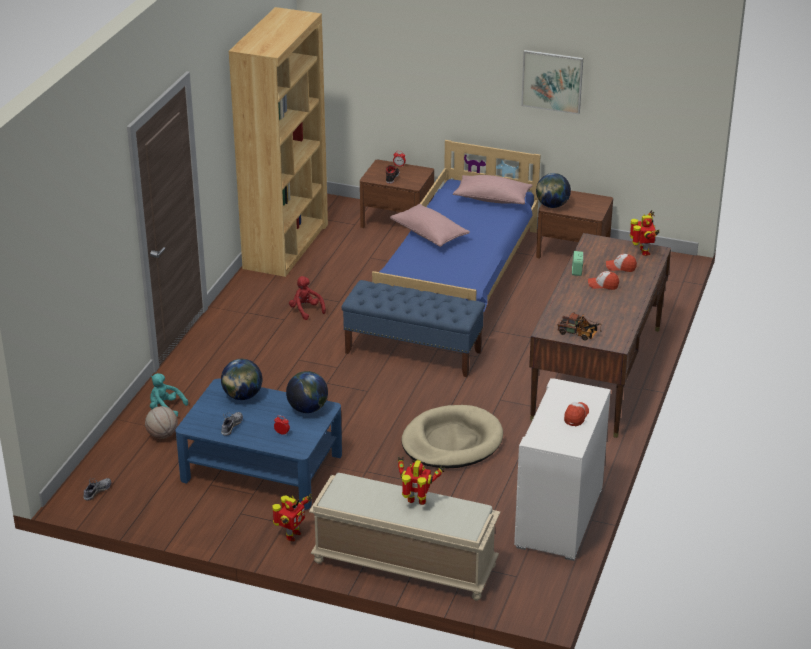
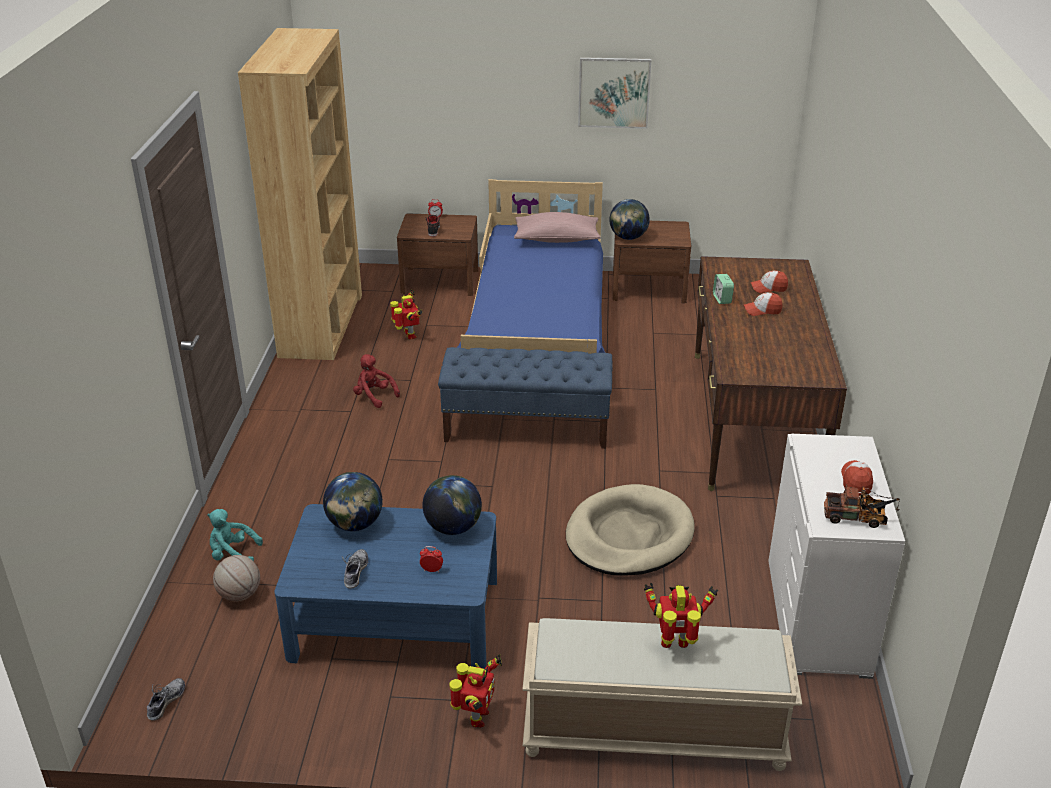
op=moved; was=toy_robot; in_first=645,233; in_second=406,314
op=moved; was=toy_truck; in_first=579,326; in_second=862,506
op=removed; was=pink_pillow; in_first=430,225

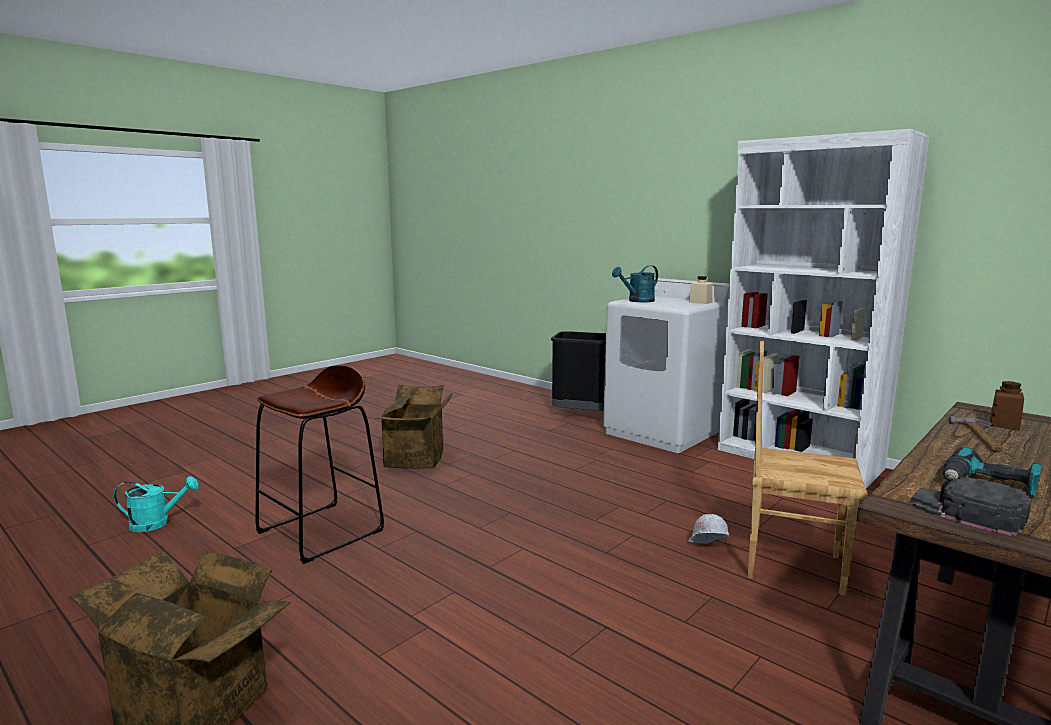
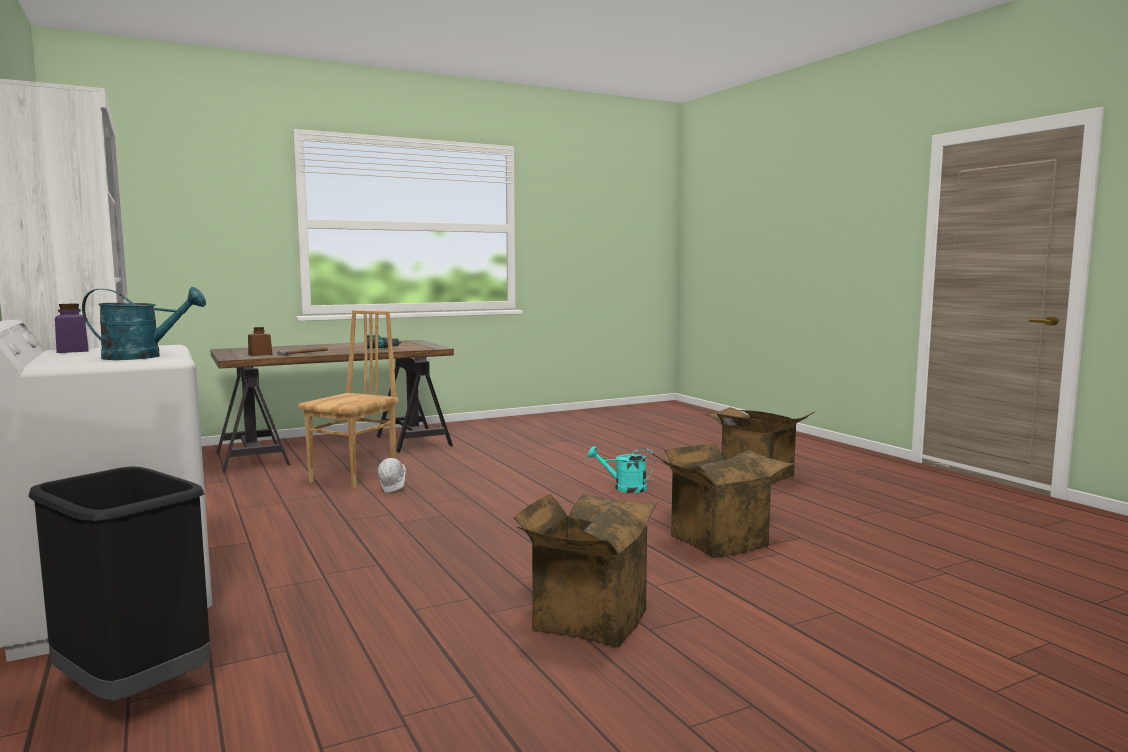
op=recoloured; was=beige_jar; now=purple_jar; in_first=701,290; in_second=72,328
op=turned; was=brown_chair; in_first=808,468; in_second=348,400; clockwise=-105
op=moved; was=turquoise_watering_can; in_first=156,504; in_second=621,469
op=replaced; was=brown_stool; now=cardboard_box; in_first=319,464; in_second=723,501
op=removed; was=black_cap; in_first=971,506

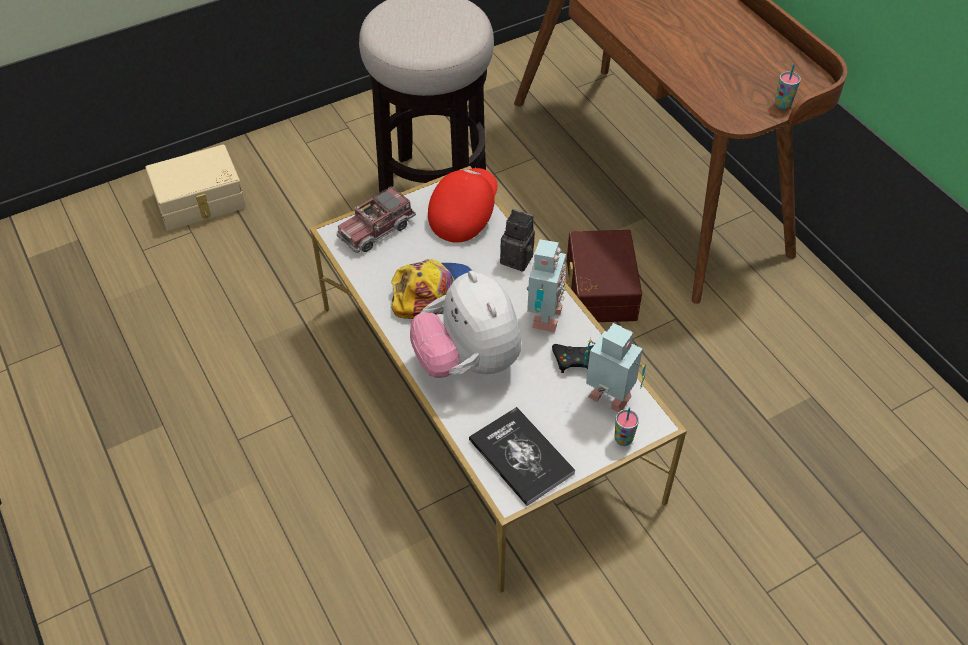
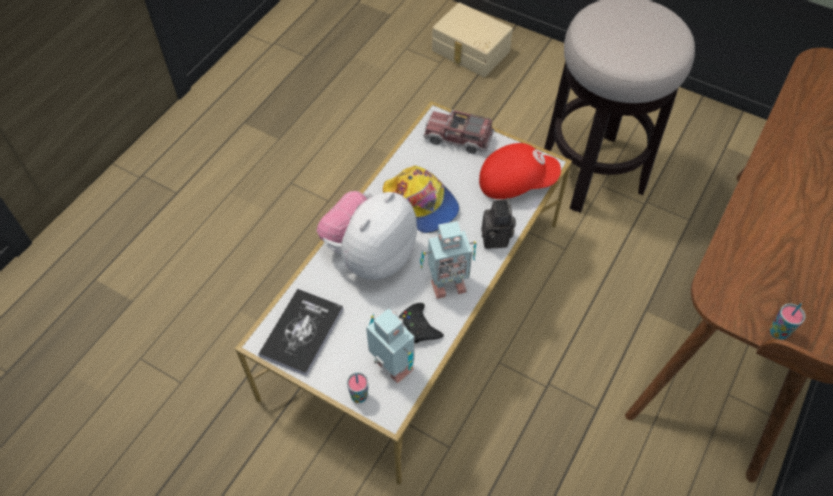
op=turned; was=toy_robot; in_first=614,367; in_second=390,345; clockwise=-45
op=removed; was=brown_storage_box; in_first=604,276

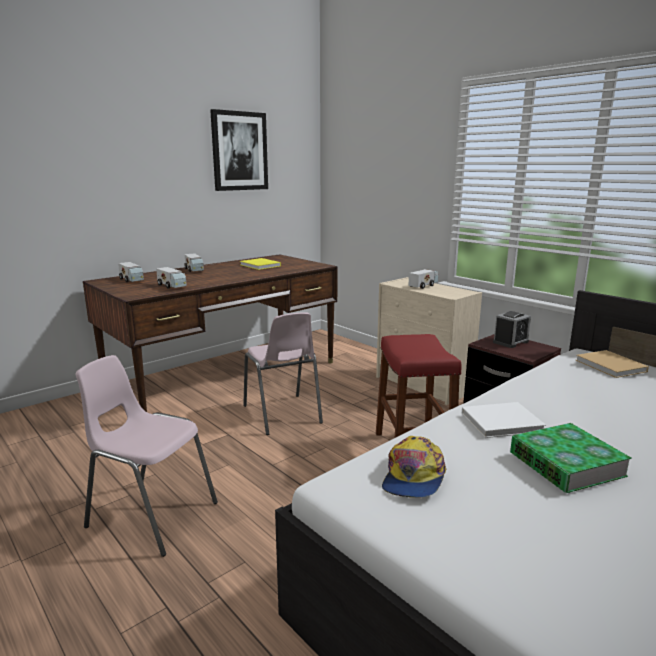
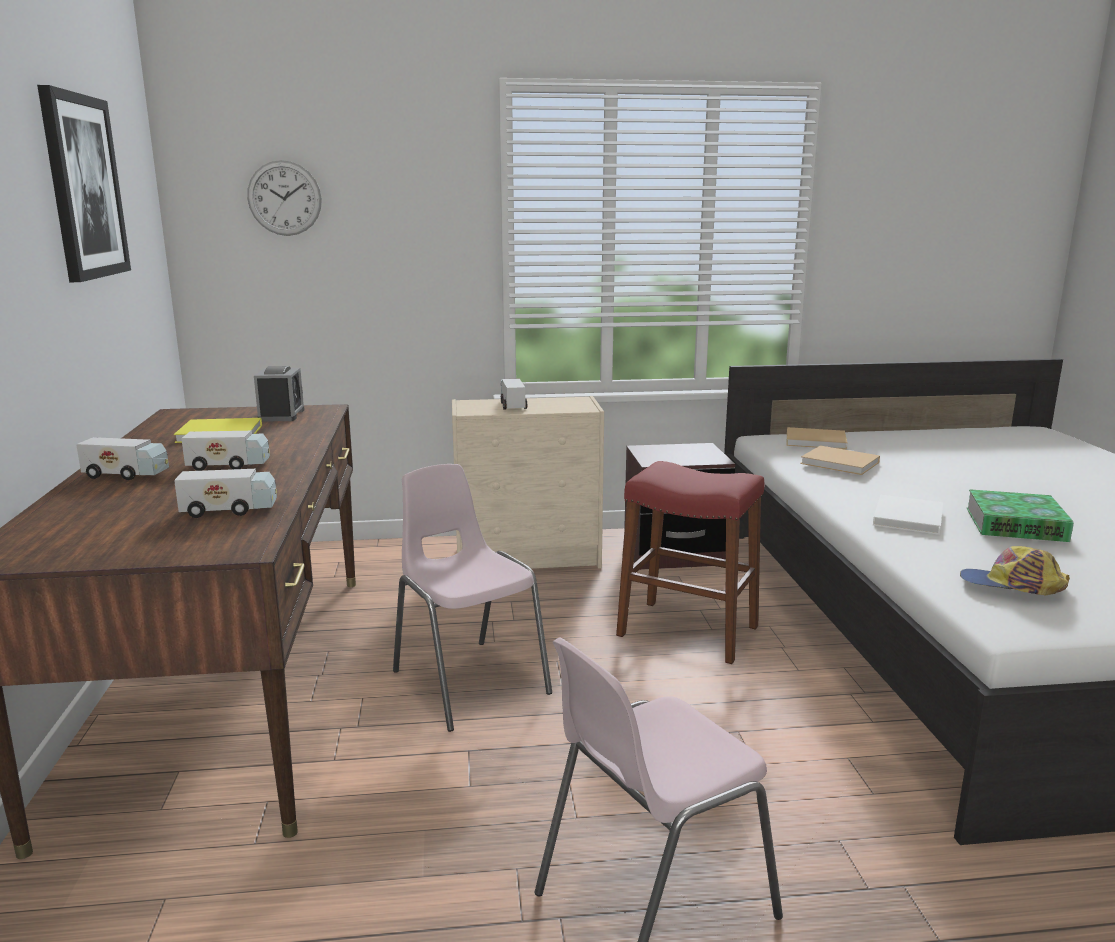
op=moved; was=toy_truck; in_first=131,272; in_second=225,451
op=added; now=wall_clock; in_second=284,198
op=moved; was=alarm_clock; in_first=512,329; in_second=279,393
op=turned; was=pink_chair; in_first=283,373; in_second=472,598; clockwise=-135
op=added; now=beige_book; in_second=840,460
op=turned; was=cap; in_first=414,467; in_second=1015,570; clockwise=150

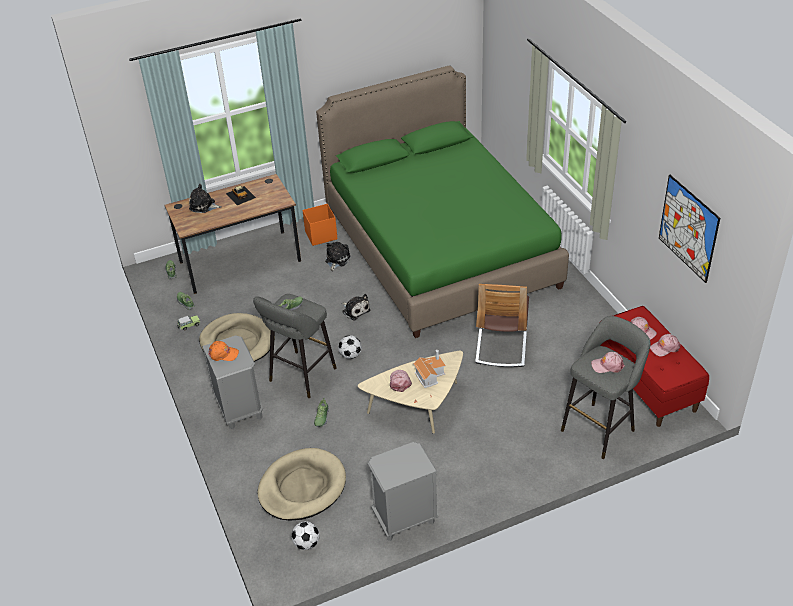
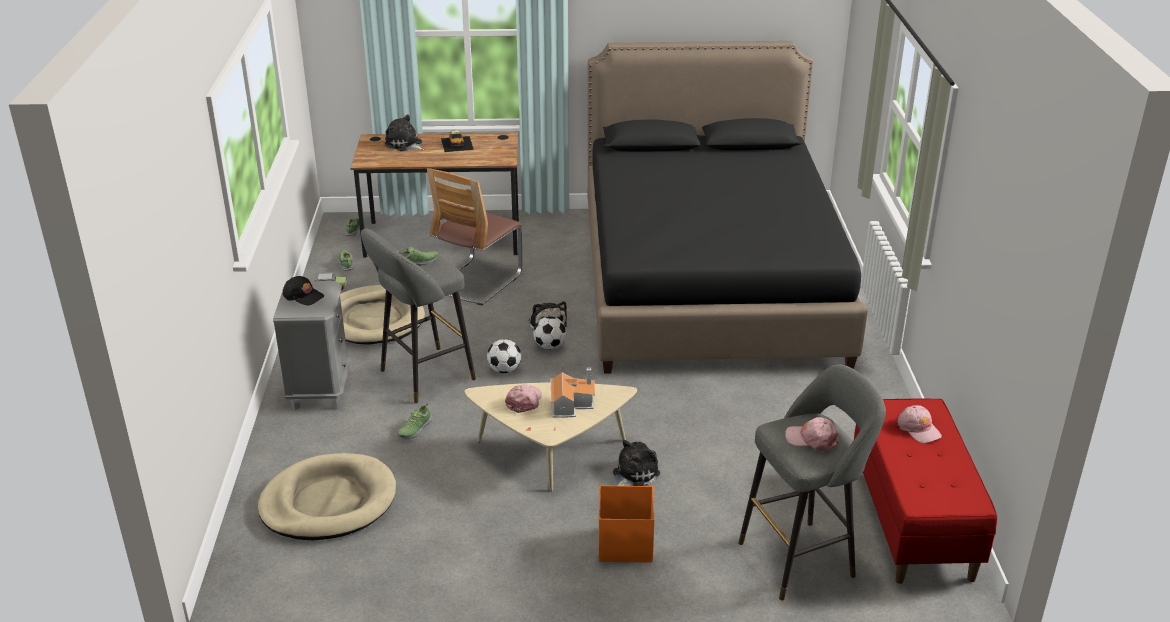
op=recoloured; was=orange_cap; now=black_cap; in_first=223,351; in_second=303,290
op=moved; was=chair; in_first=502,325; in_second=474,237
op=moved; was=football; in_first=305,535; in_second=549,333
op=recoloured; was=green_bed; now=black_bed; in_first=442,201; in_second=728,207
op=moved; was=orange_storage_box; in_first=319,225; in_second=626,524
op=moved; was=plush_toy; in_first=337,256; in_second=636,463
op=removed; was=grey_nightstand; in_first=403,491
op=removed; was=pink_cap; in_first=665,345
op=removed; was=picture; in_first=689,229

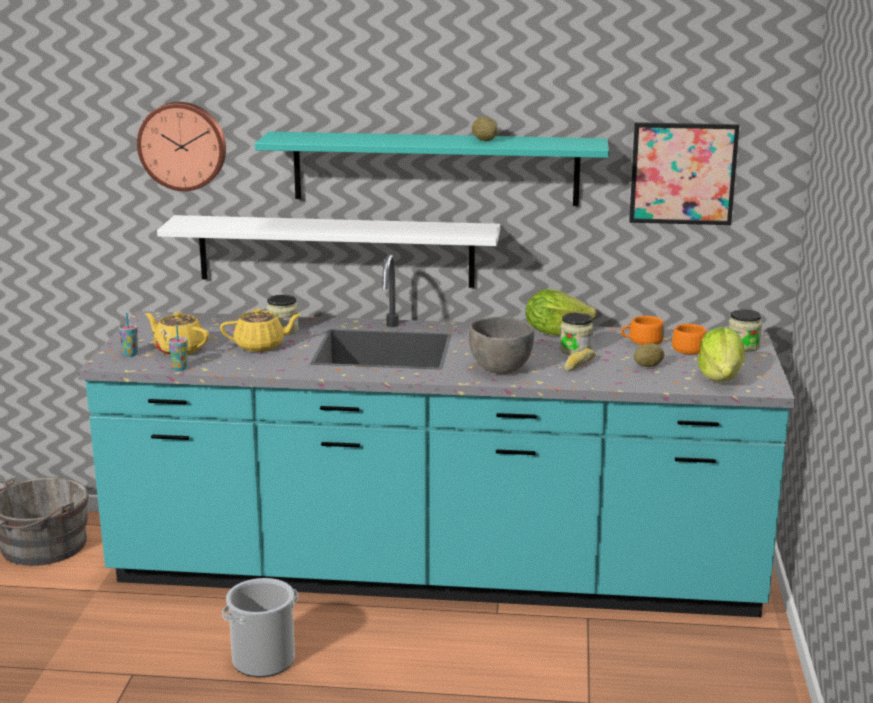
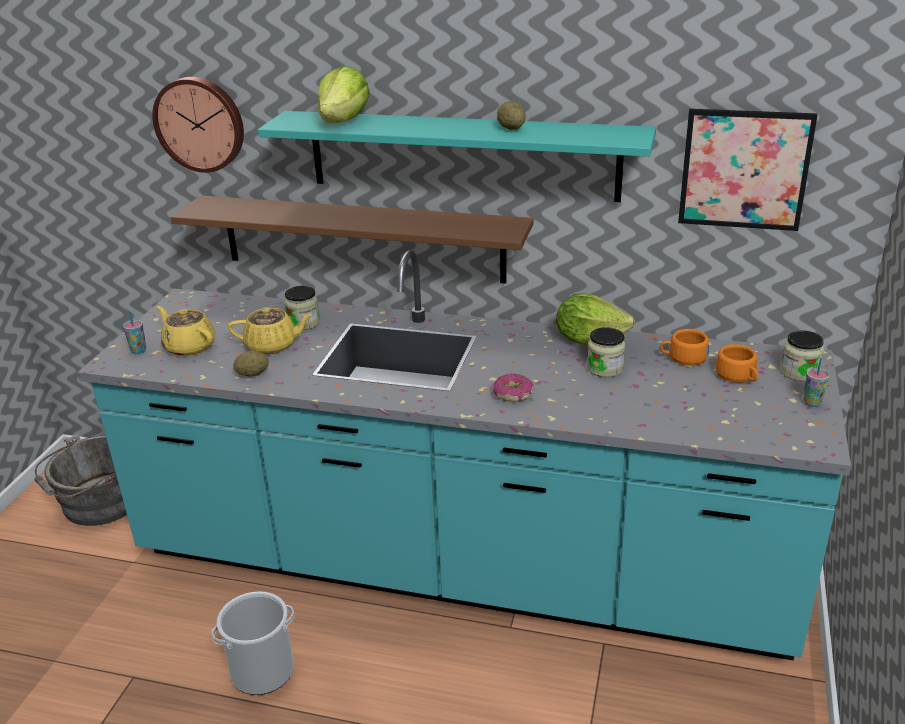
op=recoloured; was=white_shelf; now=brown_shelf; in_first=328,251; in_second=352,239
op=moved; was=potato; in_first=649,355; in_second=251,363
op=moved; was=lettuce; in_first=721,354; in_second=344,94
op=replaced; was=grey_bowl; now=donut; in_first=501,345; in_second=513,387
op=moved; was=cup; in_first=178,348; in_second=816,382
op=removed; was=bread; in_first=580,359

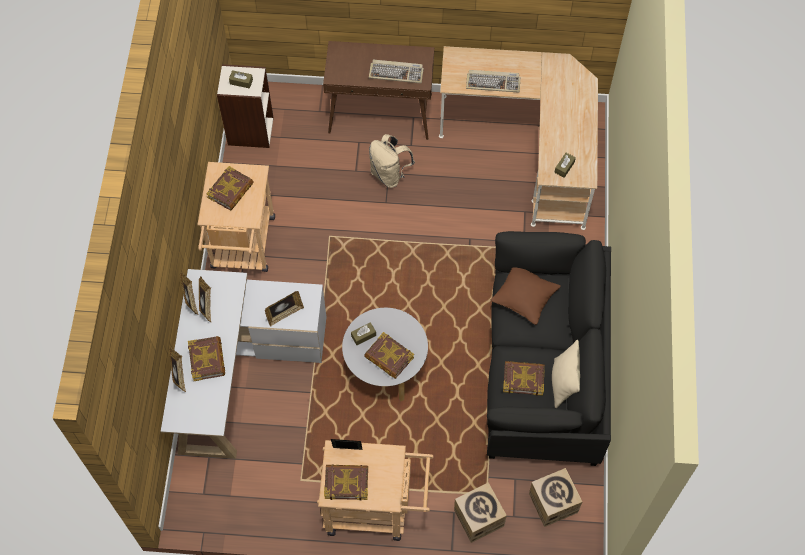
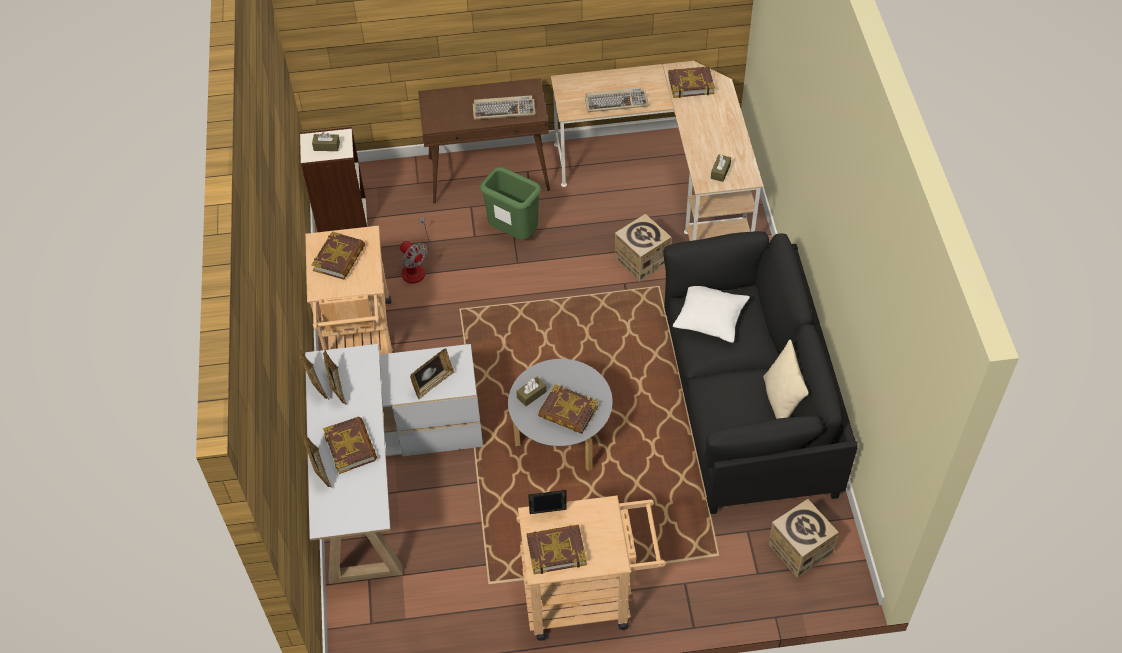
op=added; now=fan; in_second=415,250
op=replaced; was=beige_backpack; now=green_trash_can; in_first=392,161; in_second=510,203
op=moved; was=cardboard_box; in_first=480,512; in_second=643,248
op=moved; was=book; in_first=524,378; in_second=691,82
op=recoloured; was=brown_pillow; now=white_pillow; in_first=526,296; in_second=711,314

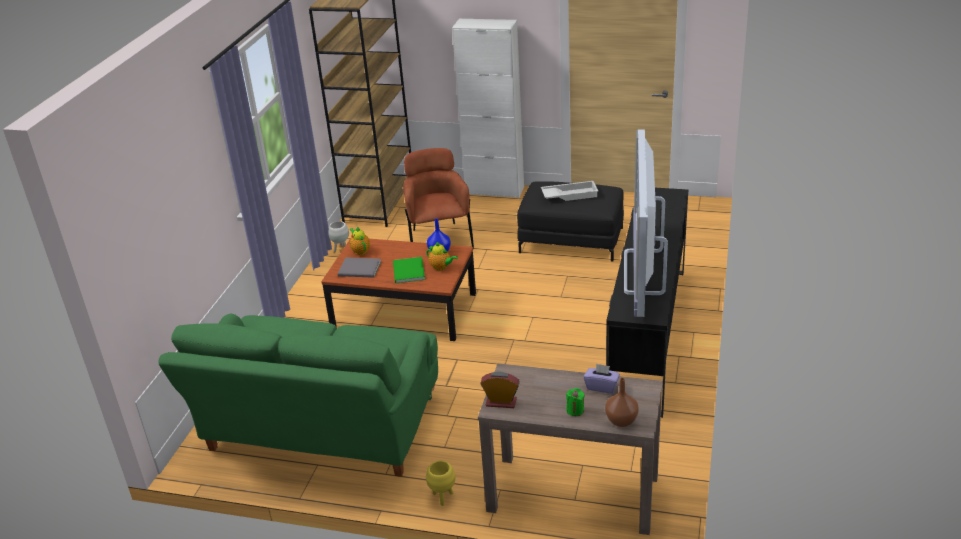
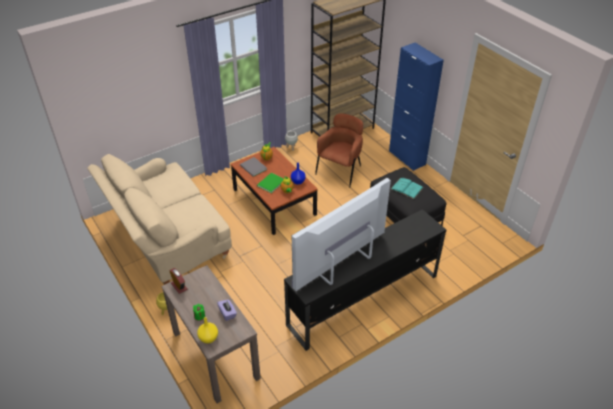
op=recoloured; was=green_sofa; now=beige_sofa; in_first=298,395; in_second=159,219
op=recoloured; was=brown_vase; now=yellow_vase; in_first=622,402; in_second=207,330
op=recoloured; was=white_cabinet; now=blue_cabinet; in_first=488,108; in_second=416,107
op=replaced; was=white_tray; now=turquoise_book; in_first=569,191; in_second=407,188

